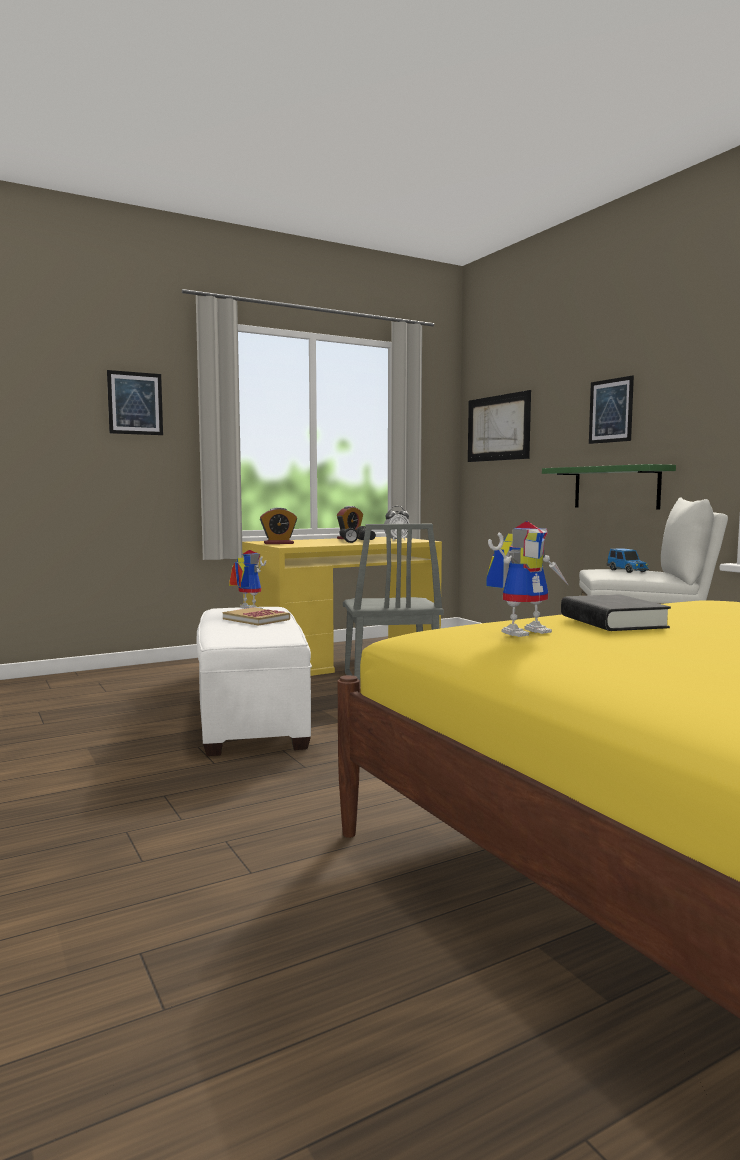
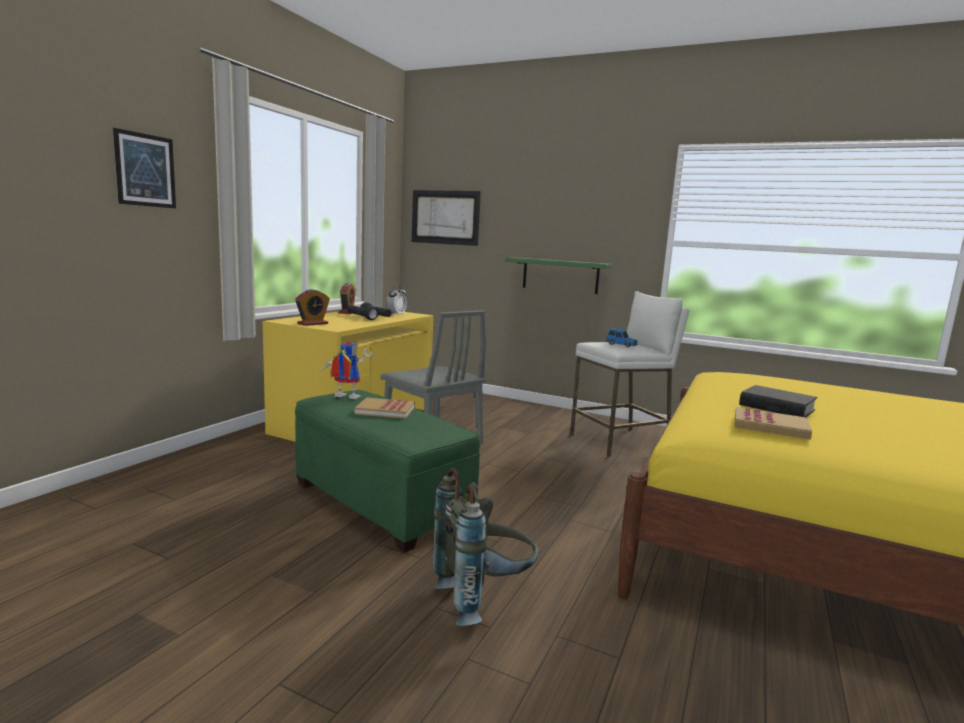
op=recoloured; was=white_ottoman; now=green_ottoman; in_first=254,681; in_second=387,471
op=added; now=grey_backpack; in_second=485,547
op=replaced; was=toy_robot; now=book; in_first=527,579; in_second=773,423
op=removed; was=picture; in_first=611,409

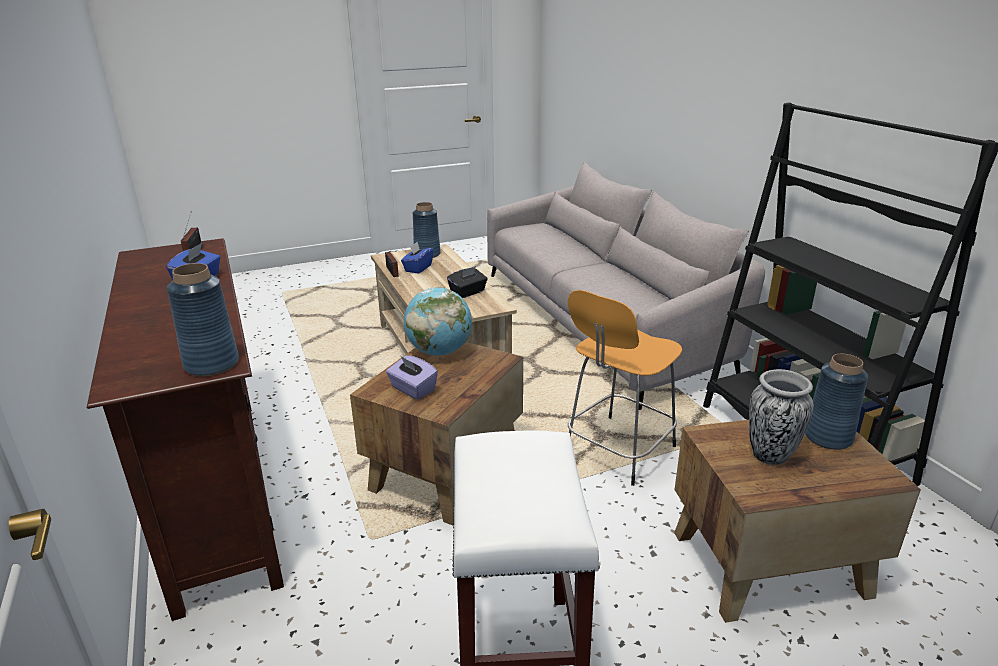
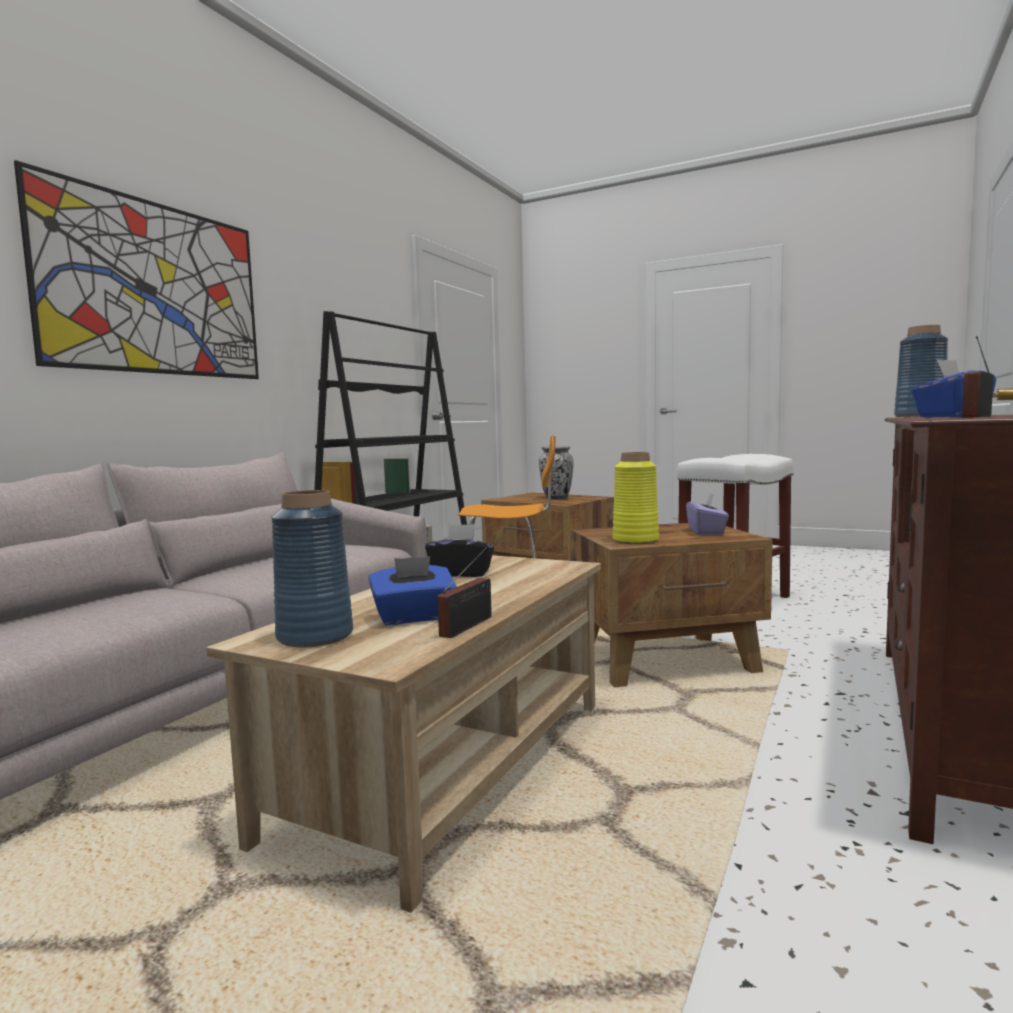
op=added; now=picture; in_second=136,269
op=replaced; was=globe; now=yellow_vase; in_first=438,321; in_second=636,498
op=removed; was=blue_vase; in_first=836,402

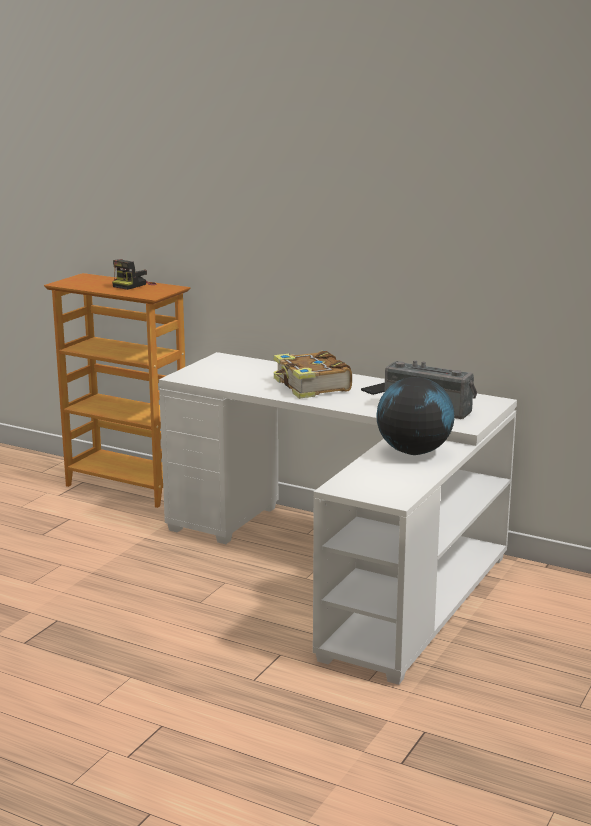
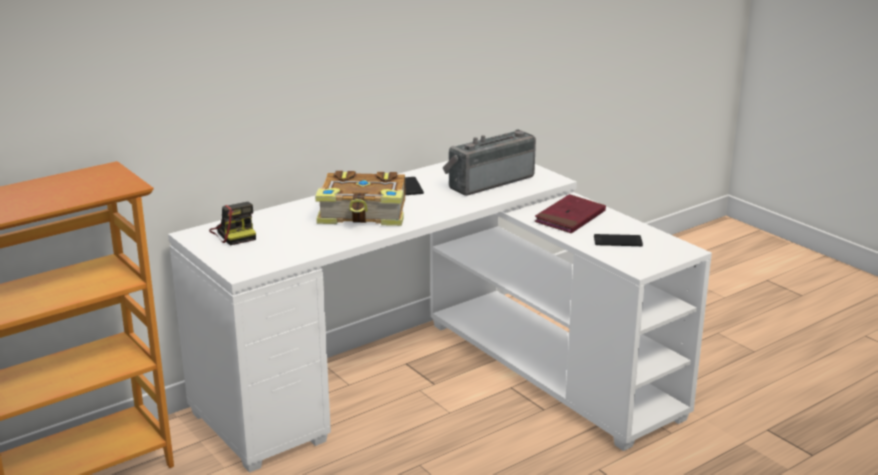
op=moved; was=photo_camera; in_first=134,274; in_second=232,223
op=replaced; was=globe; now=red_book; in_first=415,416; in_second=570,213
op=added; now=phone; in_second=618,240

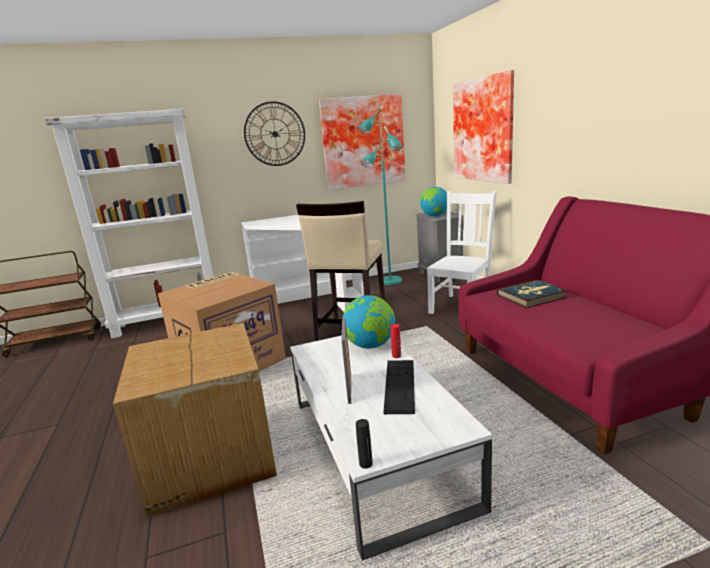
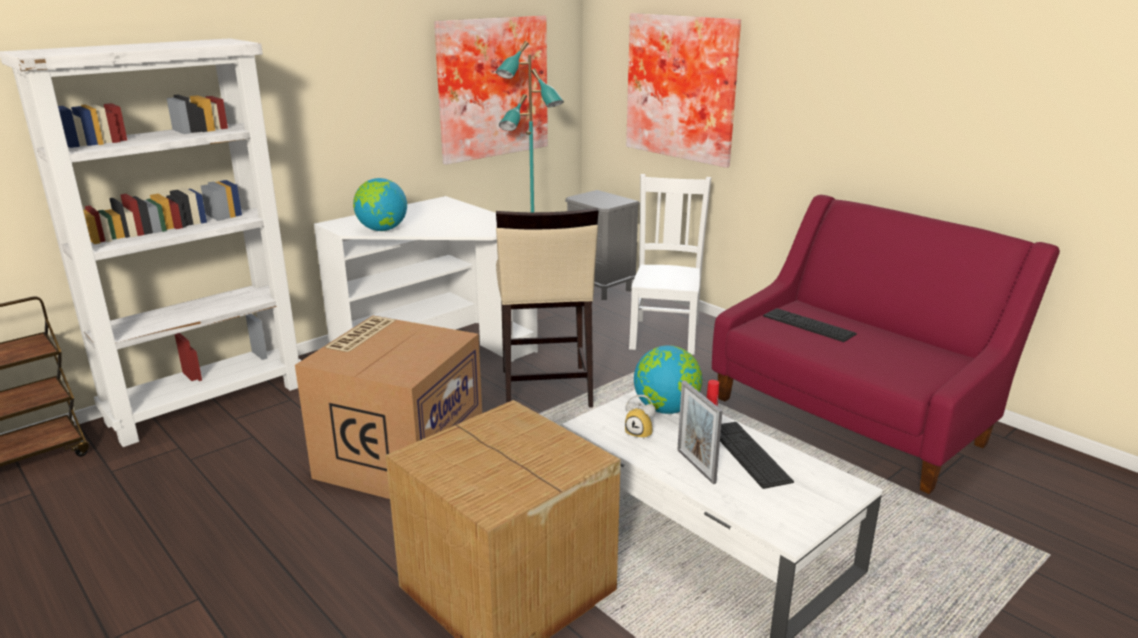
op=moved; was=globe; in_first=433,201; in_second=380,204
op=added; now=alarm_clock; in_second=640,417
op=replaced; was=book; now=keyboard; in_first=532,294; in_second=810,325
op=removed; was=wall_clock; in_first=274,133
op=removed; was=black_bottle; in_first=364,444

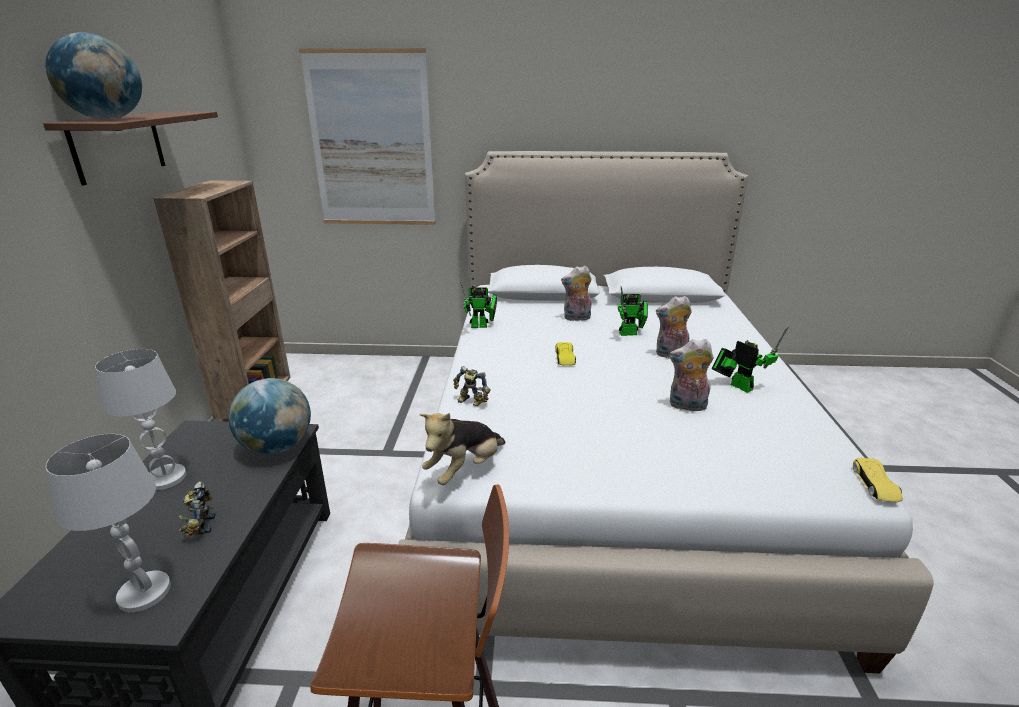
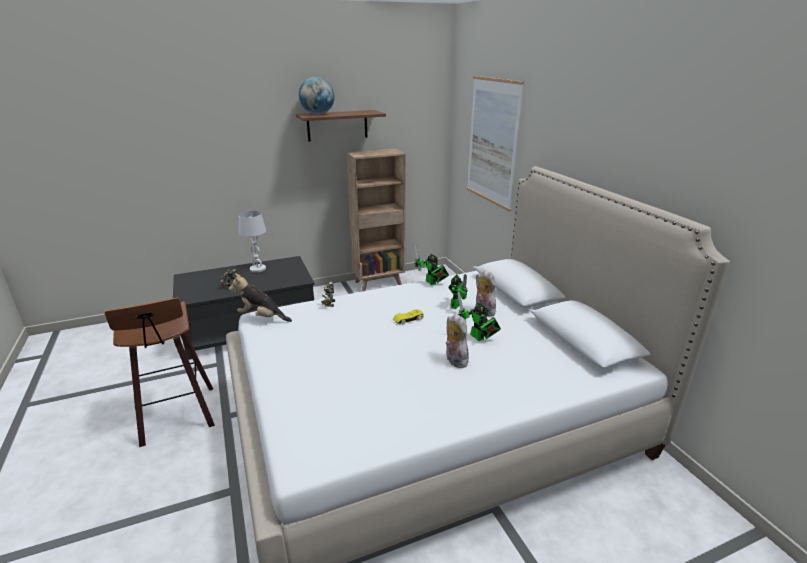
op=moved; was=toy_robot; in_first=750,359; in_second=458,291
op=removed; was=white_table_lamp; in_first=108,523
op=removed; was=globe; in_first=269,416
op=removed; was=plush_toy; in_first=691,375
op=removed; was=yellow_toy_car; in_first=878,479

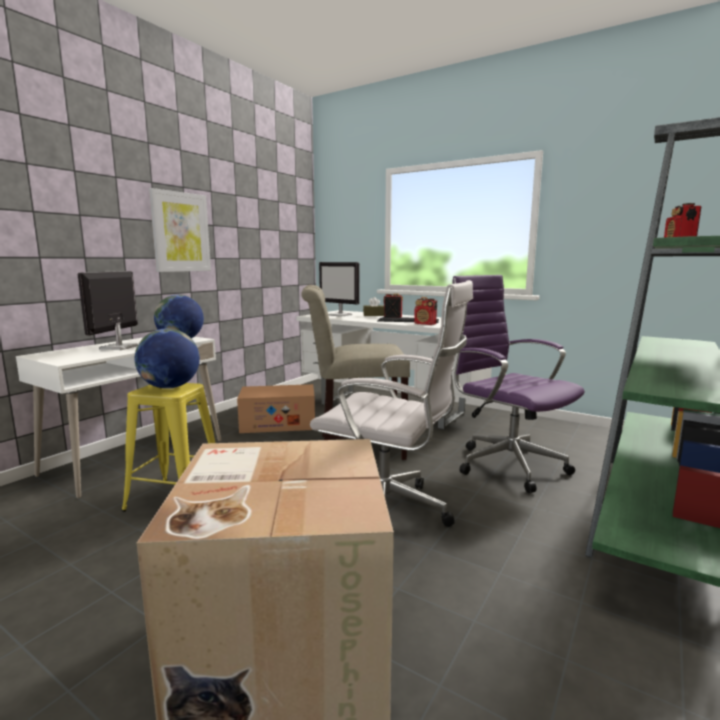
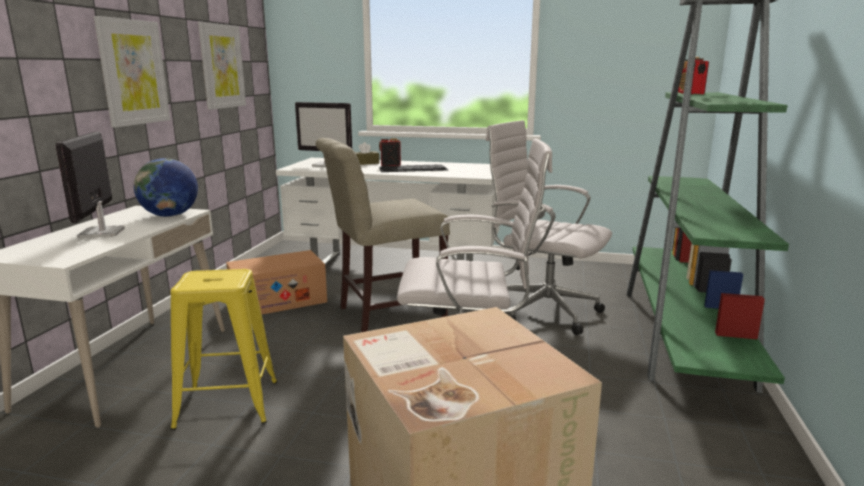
op=added; now=picture; in_second=222,66
op=recoloured; was=purple_office_chair; now=white_office_chair; in_first=518,384; in_second=549,227
op=removed; was=globe; in_first=167,358
op=removed; was=radio; in_first=425,311

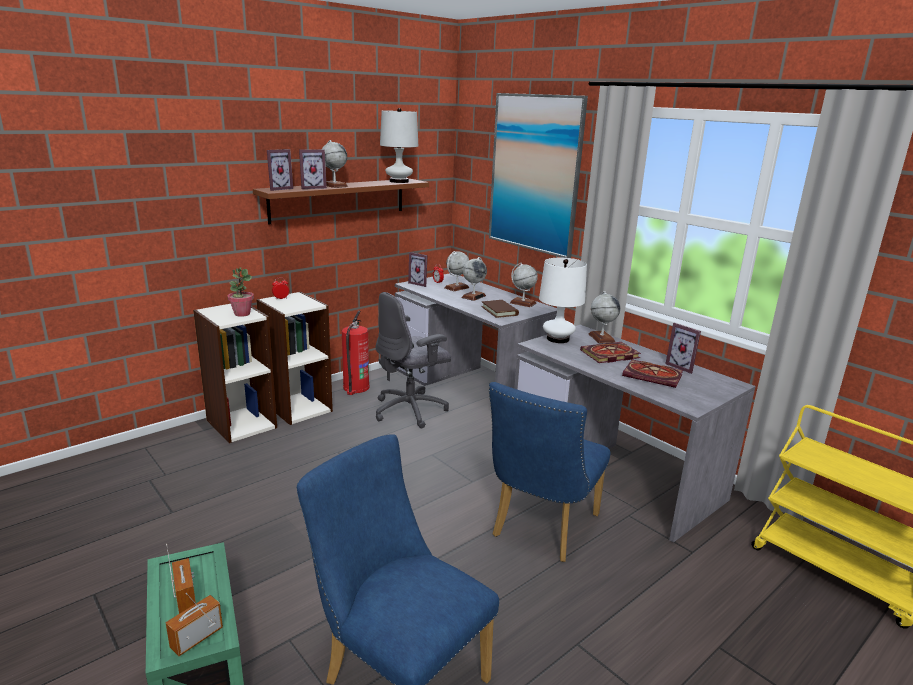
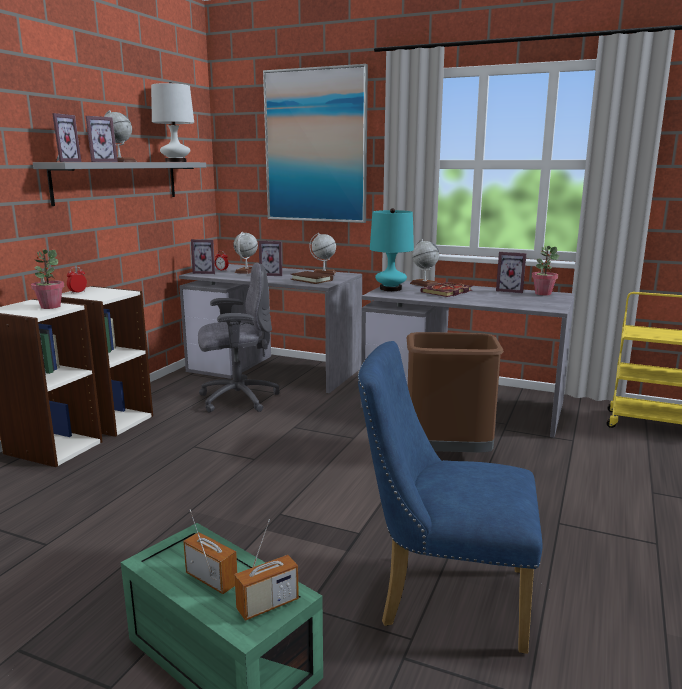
op=recoloured; was=brown_shelf; now=grey_shelf; in_first=341,202; in_second=119,184
op=turned; was=grey_office_chair; in_first=413,360; in_second=239,337; clockwise=-135
op=turned; was=radio; in_first=194,624; in_second=266,570; clockwise=-135
op=replaced; was=globe; now=picture_frame; in_first=474,279; in_second=270,258
op=recoloured; was=white_table_lamp; now=turquoise_table_lamp; in_first=563,300; in_second=392,249
op=replaced; was=blue_chair; now=brown_trash_can; in_first=549,472; in_second=455,392
op=added; now=potted_plant; in_second=545,271
op=removed; was=fire_extinguisher; in_first=356,353
op=removed; was=book; in_first=652,373

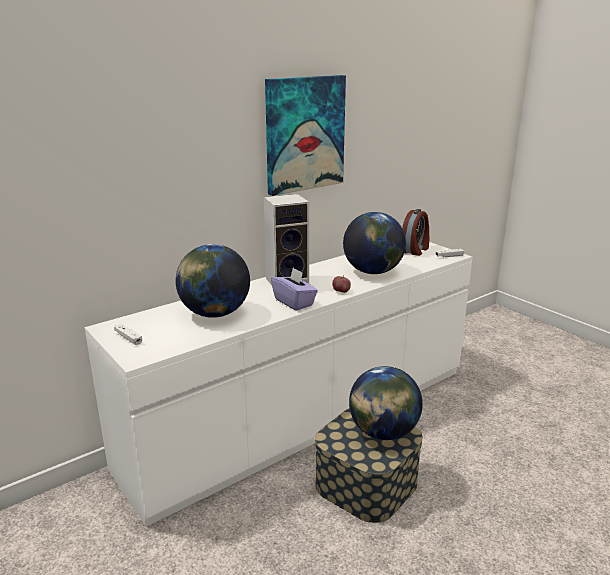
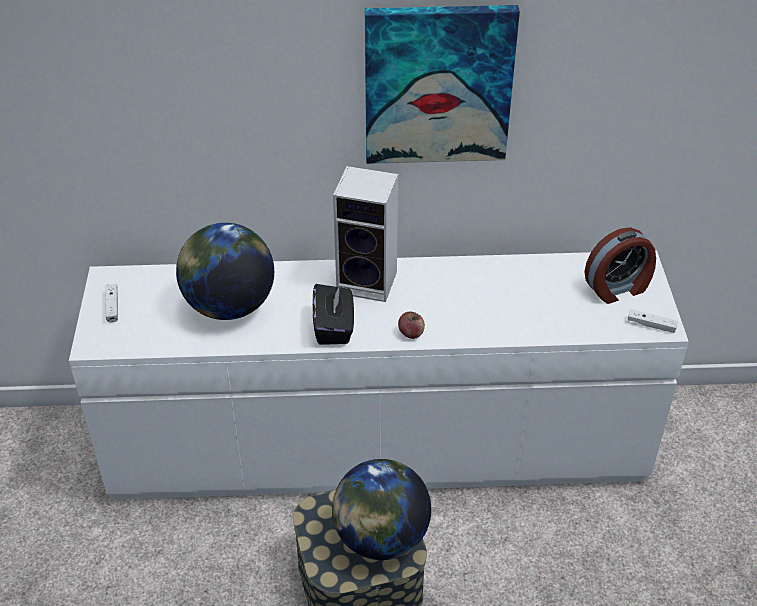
op=recoloured; was=purple_tissue_box; now=black_tissue_box; in_first=294,289; in_second=333,314
op=removed; was=globe; in_first=374,243

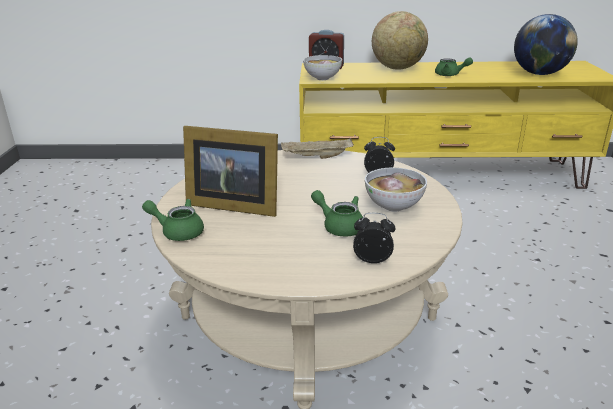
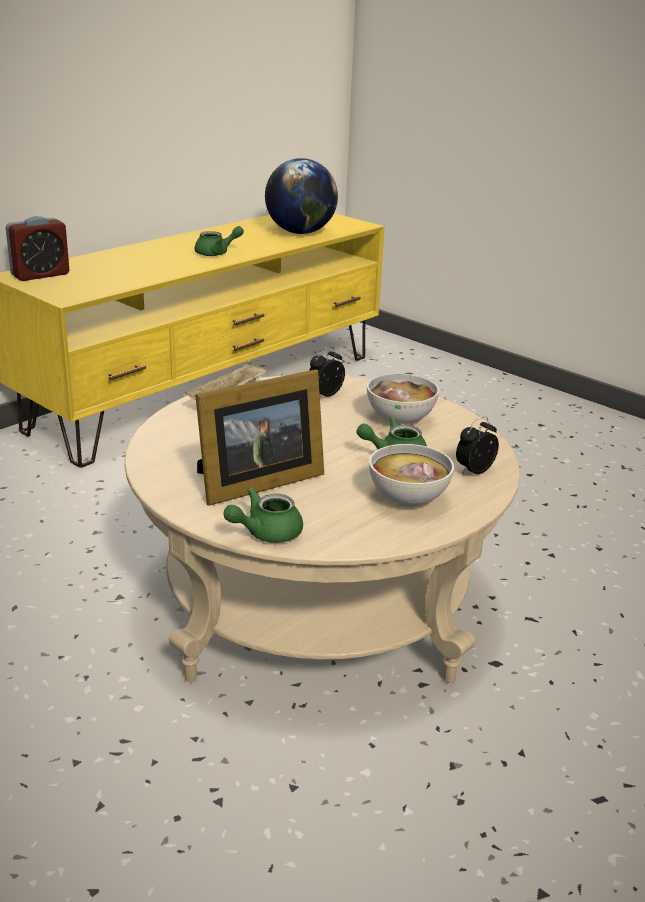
op=moved; was=bowl; in_first=322,67; in_second=411,475
op=removed; was=globe; in_first=400,40

